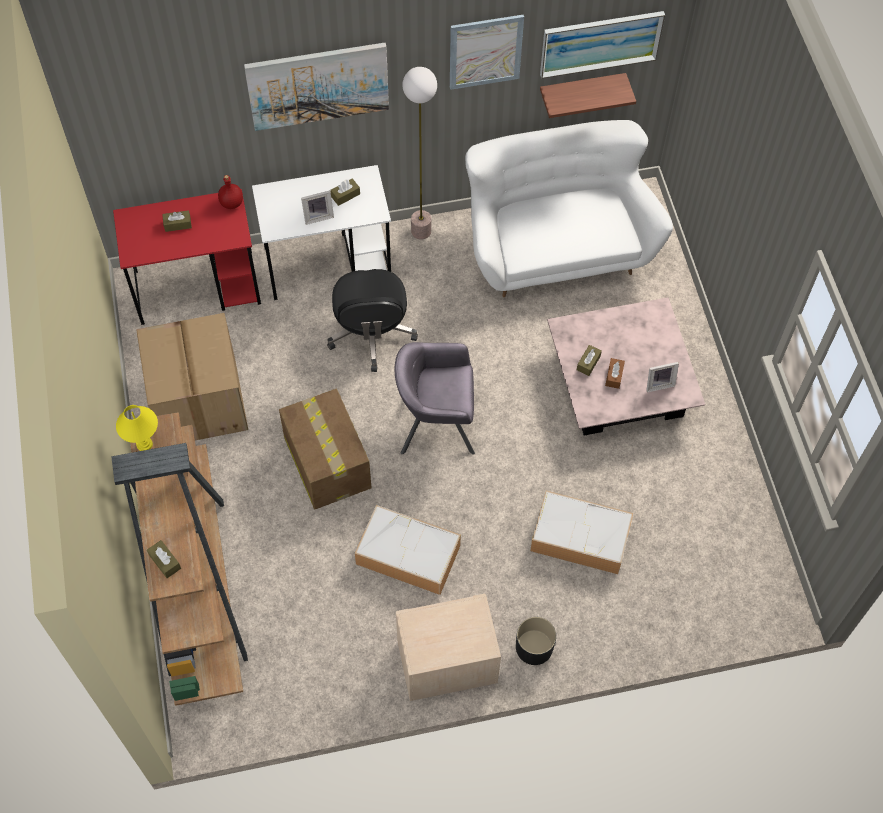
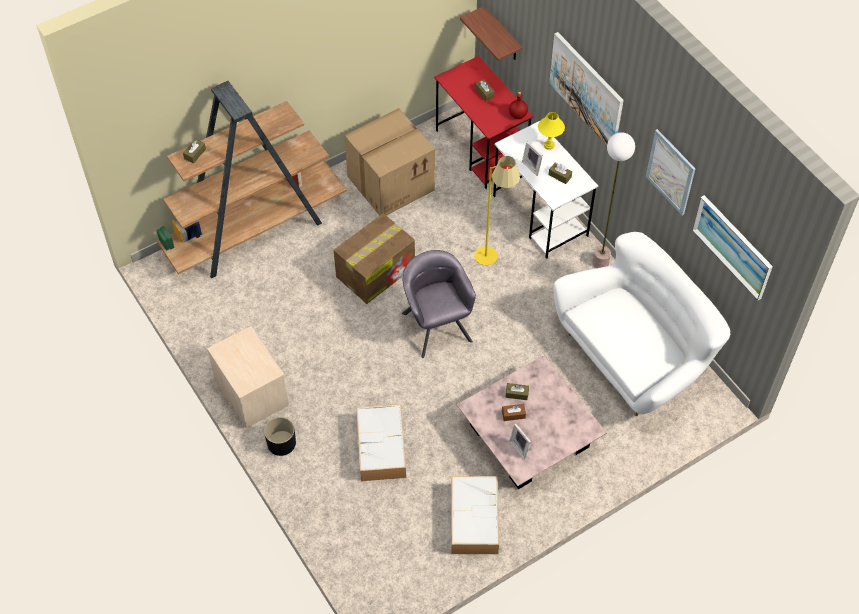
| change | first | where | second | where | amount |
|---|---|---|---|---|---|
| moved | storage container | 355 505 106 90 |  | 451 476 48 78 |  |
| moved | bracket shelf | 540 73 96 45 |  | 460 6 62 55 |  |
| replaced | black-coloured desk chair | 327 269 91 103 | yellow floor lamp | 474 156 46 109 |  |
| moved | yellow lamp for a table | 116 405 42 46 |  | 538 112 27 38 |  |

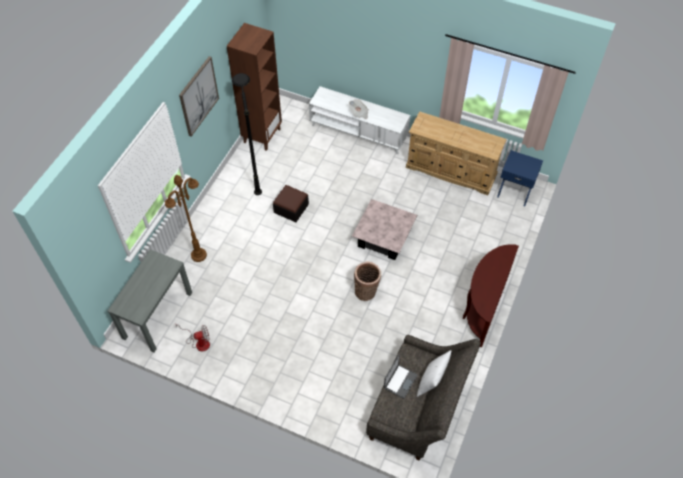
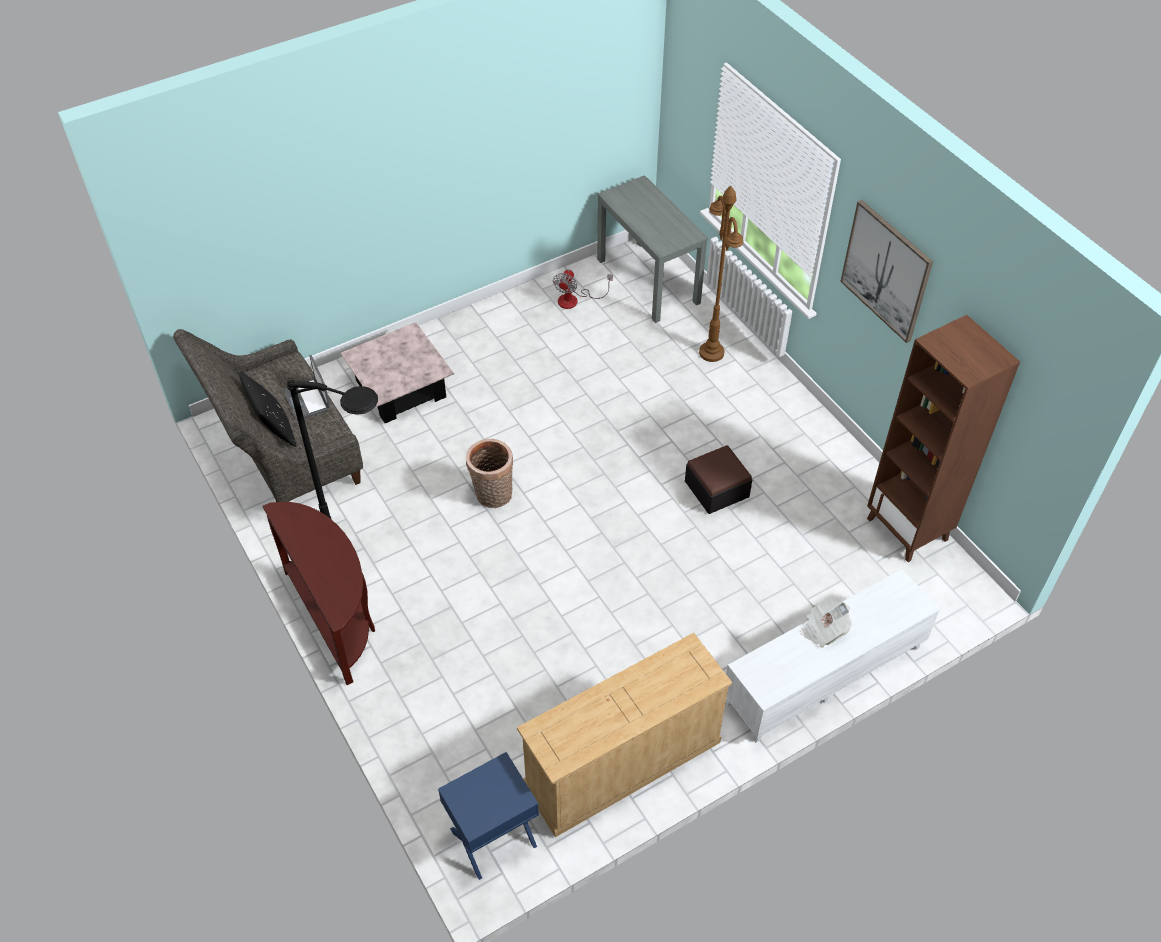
| change | first | where | second | where | amount |
|---|---|---|---|---|---|
| recoloured | whitish cushion | 417 350 34 47 | black-coloured cushion | 239 371 57 76 |  |
| moved | black-coloured floor lamp | 232 73 30 122 |  | 287 378 91 142 |  |
| moved | pink-coloured coffee table | 352 199 65 61 |  | 341 322 113 101 |  |

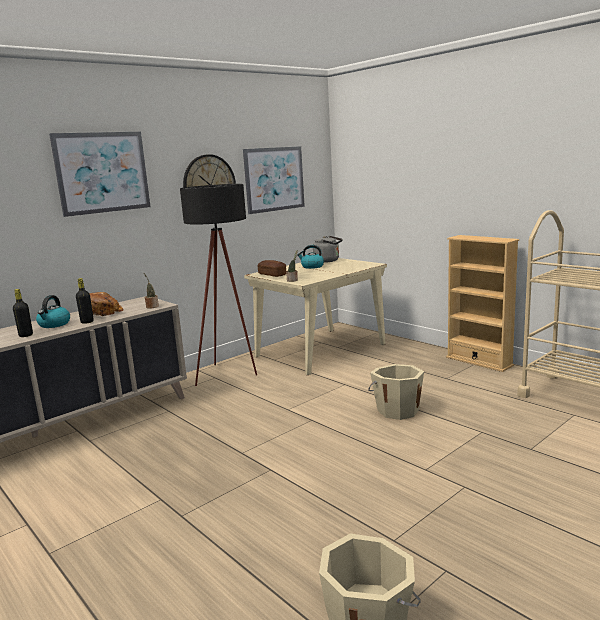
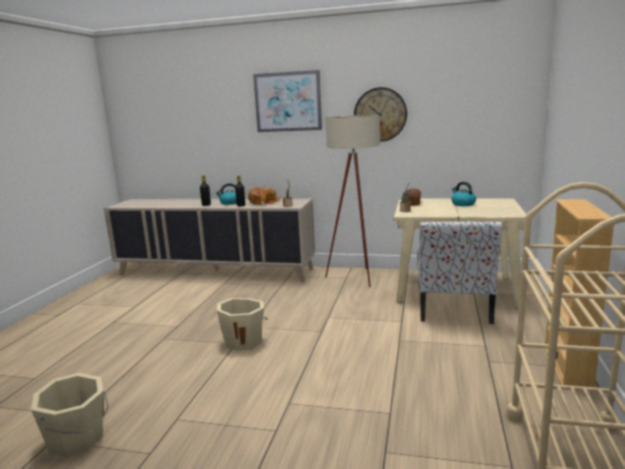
| change | first | where | second | where | amount |
|---|---|---|---|---|---|
| moved | sand-coloured bucket | 368 364 56 56 |  | 217 298 51 53 |  |
| recoloured | black-coloured floor lamp | 180 184 77 202 | sand-coloured floor lamp | 325 115 55 172 |  |
| added |  |  | plain chair | 417 222 85 102 |  |
| removed | wall art | 243 146 62 68 |  |  |  |
| removed | gray kettle | 313 236 30 27 |  |  |  |

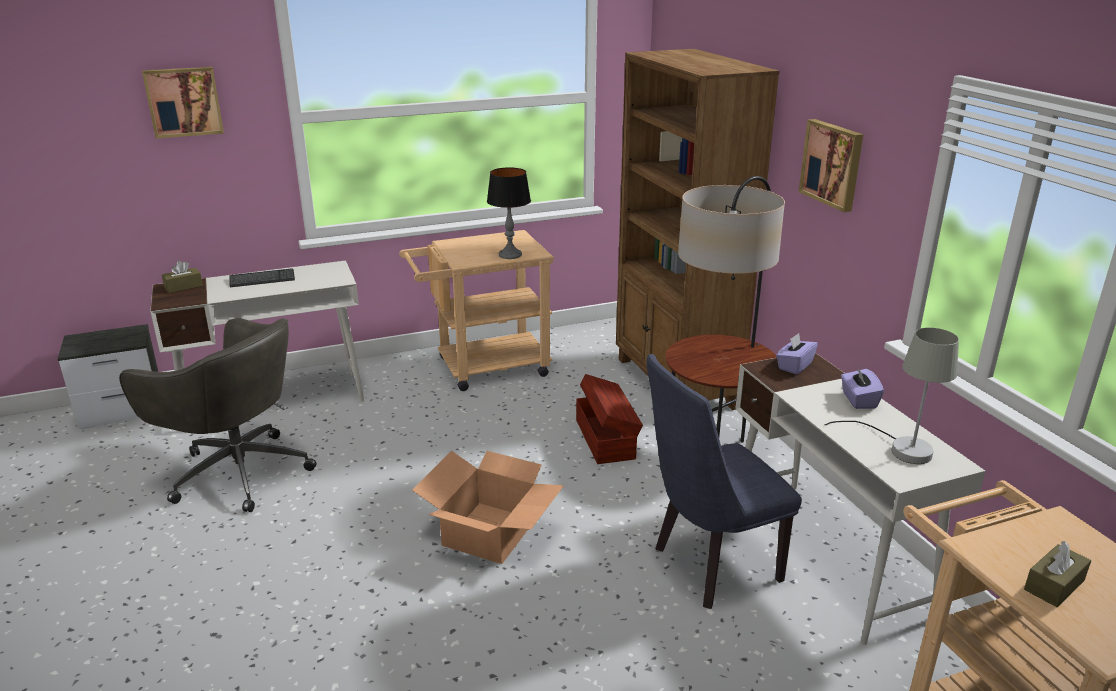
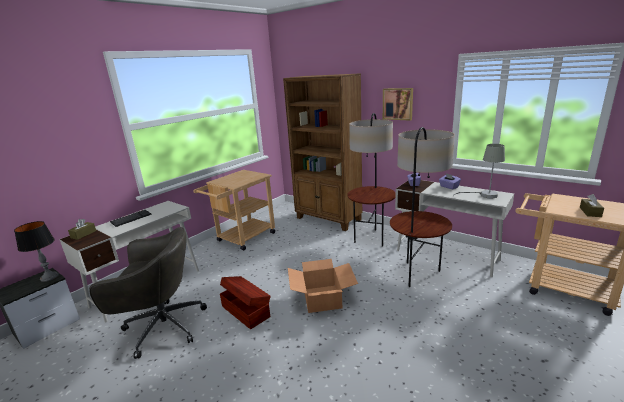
| change | first | where | second | where | amount |
|---|---|---|---|---|---|
| moved | lamp for a table | 487 167 44 92 |  | 14 221 45 61 |  |
| moved | brown-coloured storage container | 576 374 67 90 |  | 220 276 51 53 |  |
| replaced | bluish plain chair | 646 354 156 255 | floor lamp | 390 127 65 160 |  |
| removed | wall art | 142 67 82 72 |  |  |  |

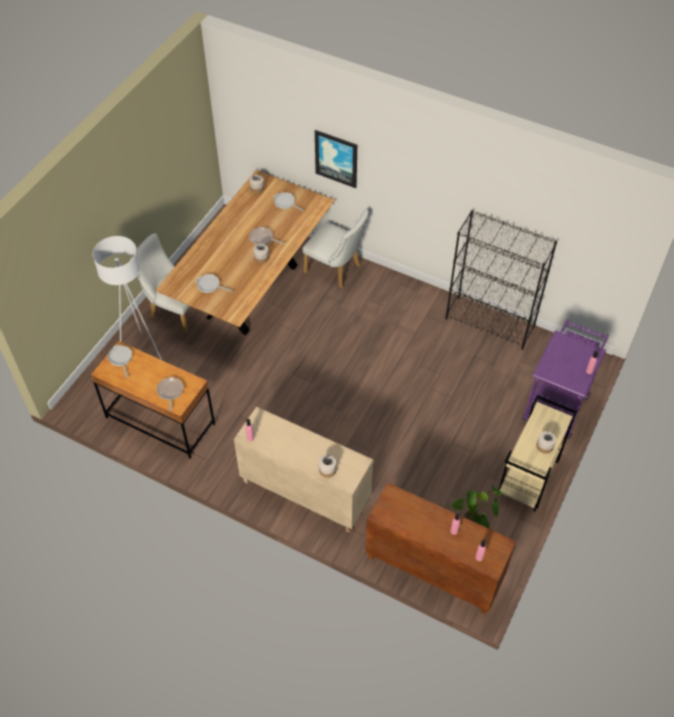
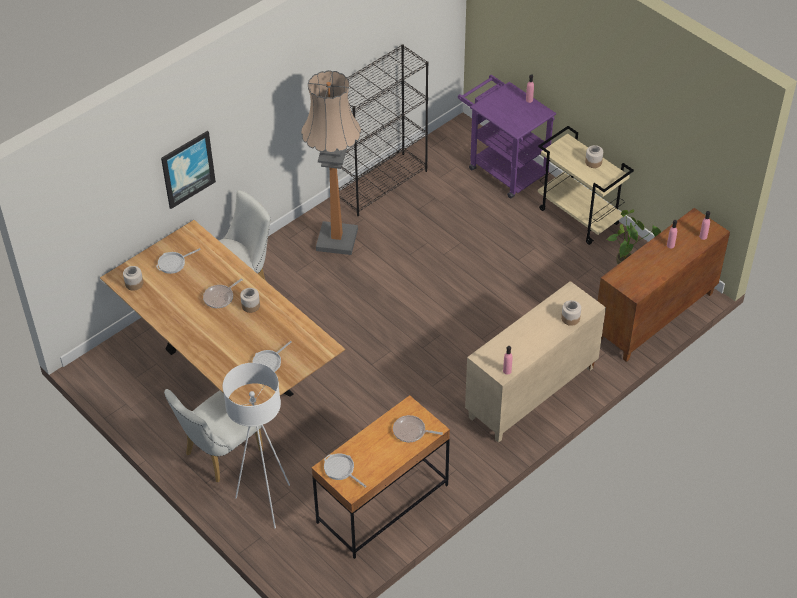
| change | first | where | second | where | amount |
|---|---|---|---|---|---|
| added |  |  | floor lamp | 301 70 60 185 |  |
| turned | skillet | 107 344 25 34 |  | 324 453 42 34 | 45 degrees clockwise |

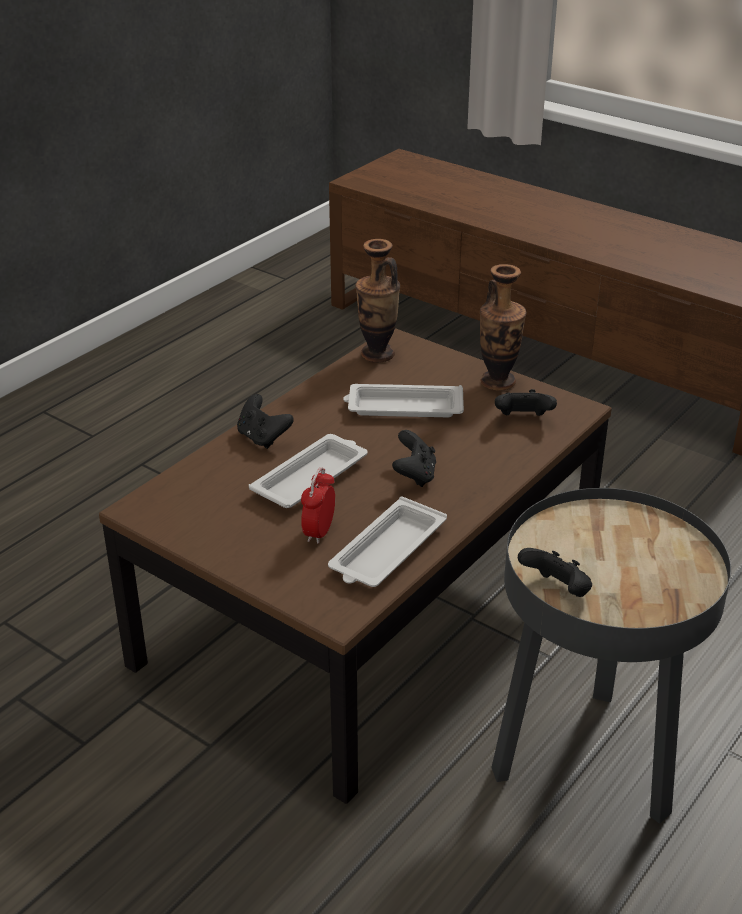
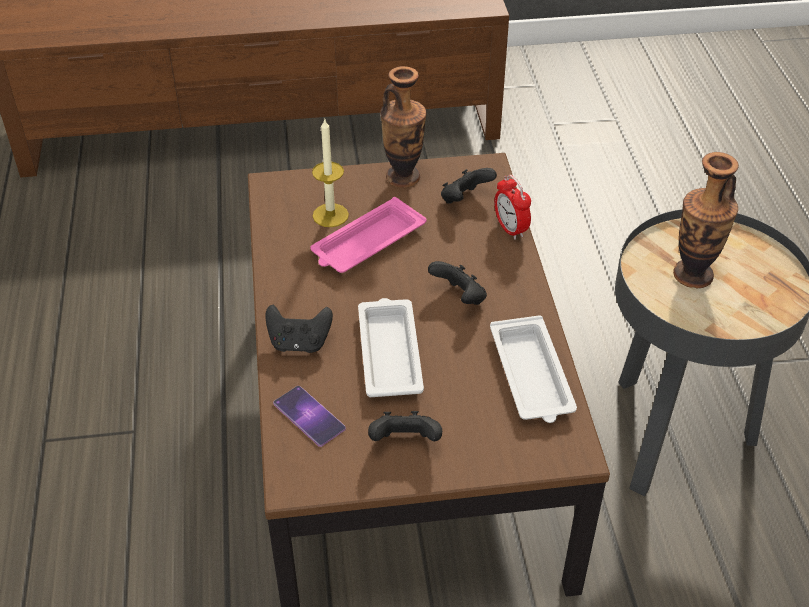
| change | first | where | second | where | amount |
|---|---|---|---|---|---|
| added |  |  | phone | 273 386 73 61 |  |
| recoloured | whitish serving tray | 343 384 121 33 | pink-coloured serving tray | 310 197 116 76 |  |
| added |  |  | wax light | 312 119 37 108 |  |
| moved | black-coloured gamepad | 518 548 74 49 |  | 368 411 74 30 |  |
| moved | alarm clock | 301 467 34 77 |  | 494 175 37 65 |  |
| moved | flower vase | 355 239 45 124 |  | 673 152 66 136 |  |

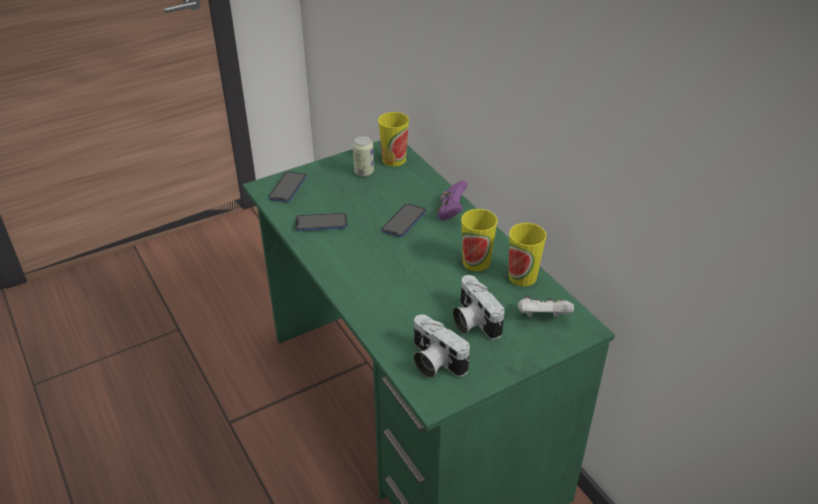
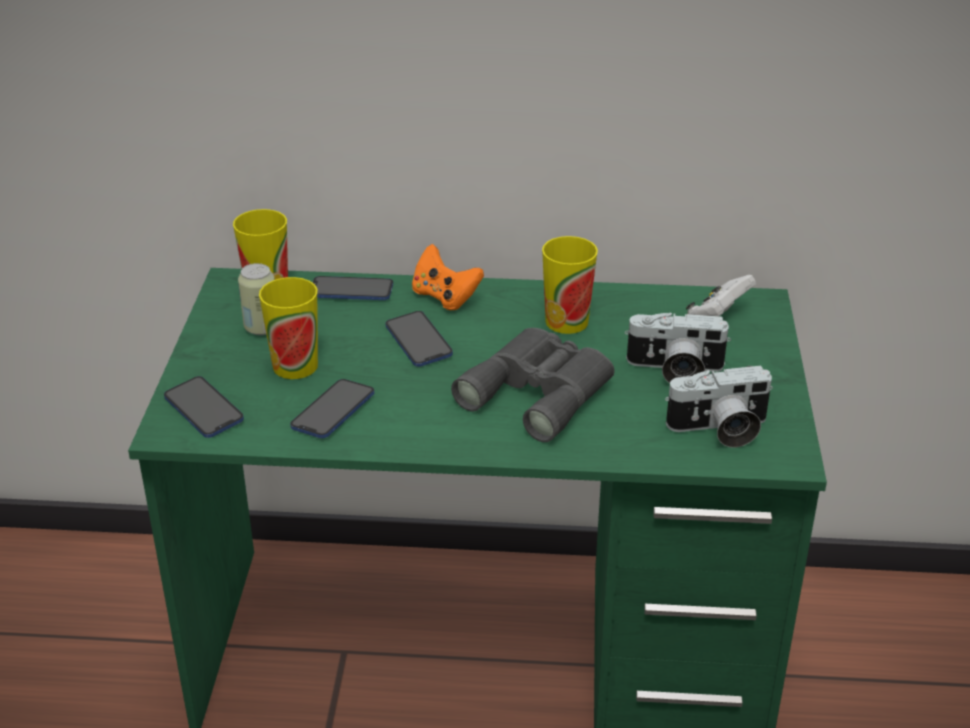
| change | first | where | second | where | amount |
|---|---|---|---|---|---|
| moved | cup | 509 223 38 63 |  | 259 277 59 102 |  |
| added |  |  | phone | 312 276 81 24 |  |
| recoloured | purple gamepad | 437 180 31 41 | orange-coloured gamepad | 412 244 72 66 |  |
| added |  |  | gray field glasses | 451 328 163 114 |  |

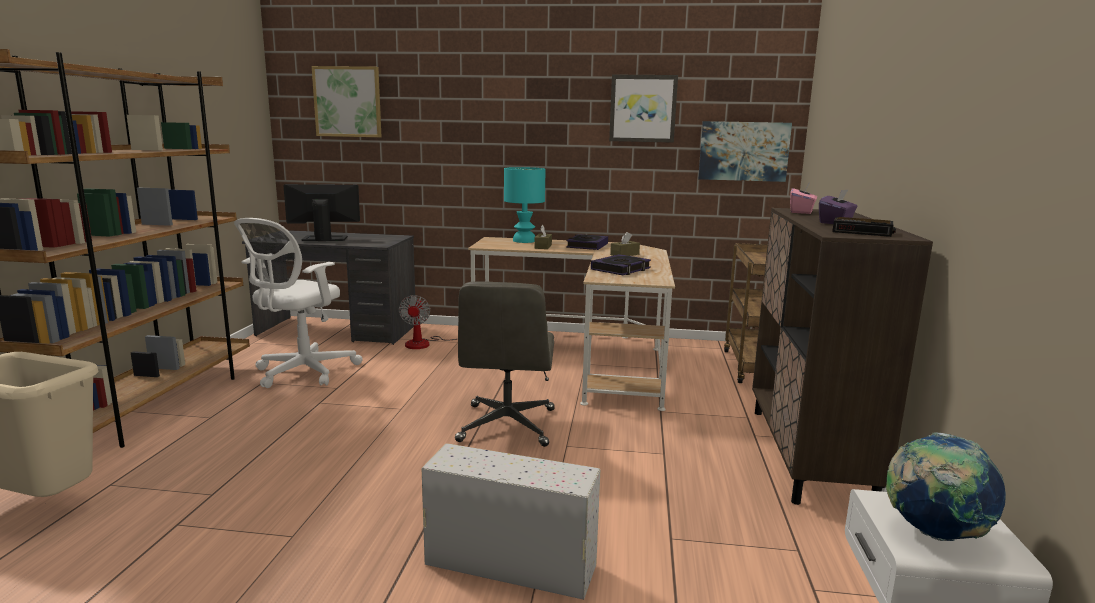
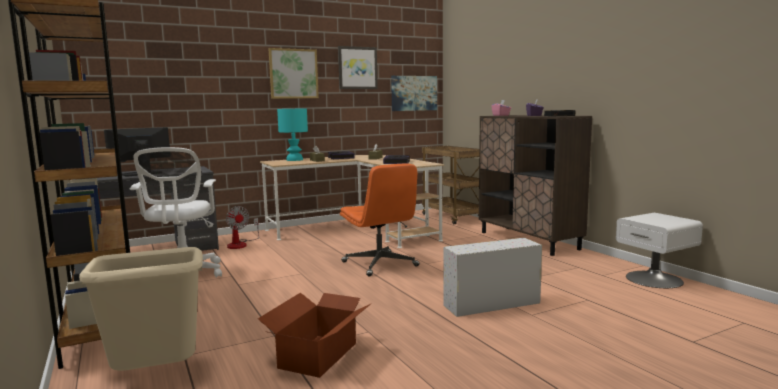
| change | first | where | second | where | amount |
|---|---|---|---|---|---|
| added |  |  | carton | 258 292 114 86 |  |
| moved | wall art | 312 66 70 71 |  | 268 48 51 51 |  |
| recoloured | gray desk chair | 455 281 100 166 | orange-coloured desk chair | 340 164 79 113 |  |
| removed | globe | 886 432 120 109 |  |  |  |

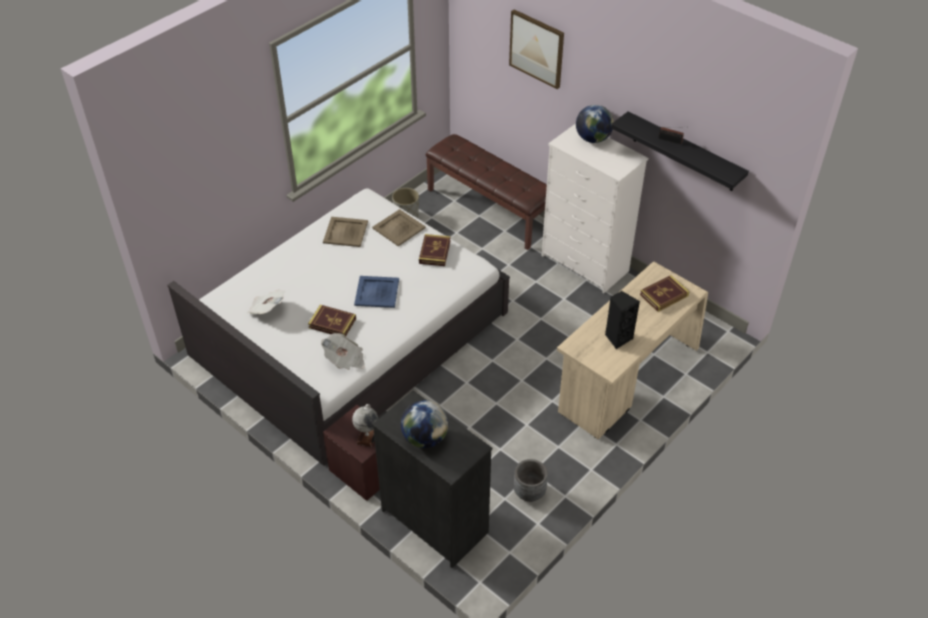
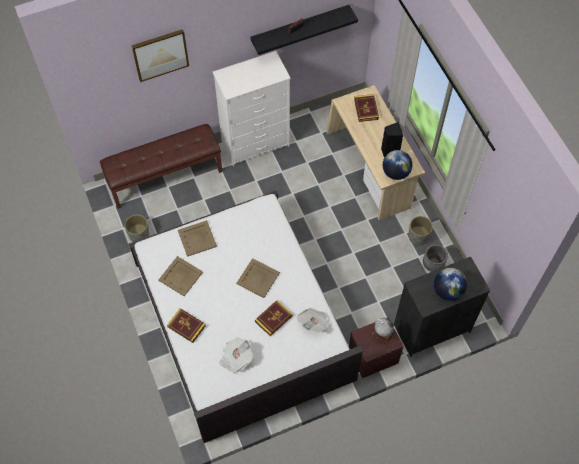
| change | first | where | second | where | amount |
|---|---|---|---|---|---|
| moved | volume | 419 234 32 32 |  | 167 308 39 35 |  |
| recoloured | bluish serving tray | 354 276 45 32 | sand-coloured serving tray | 236 258 44 40 |  |
| moved | globe | 576 105 38 38 |  | 383 150 30 30 |  |
| added |  |  | gray plant pot | 409 216 24 30 |  |

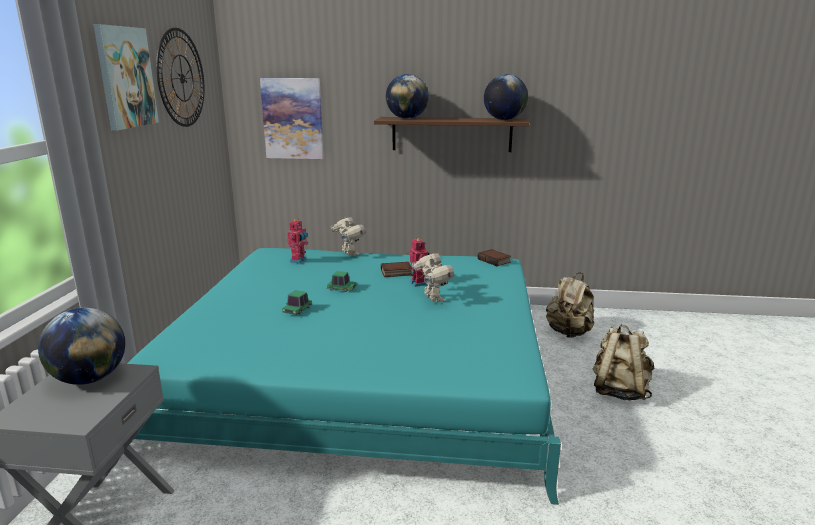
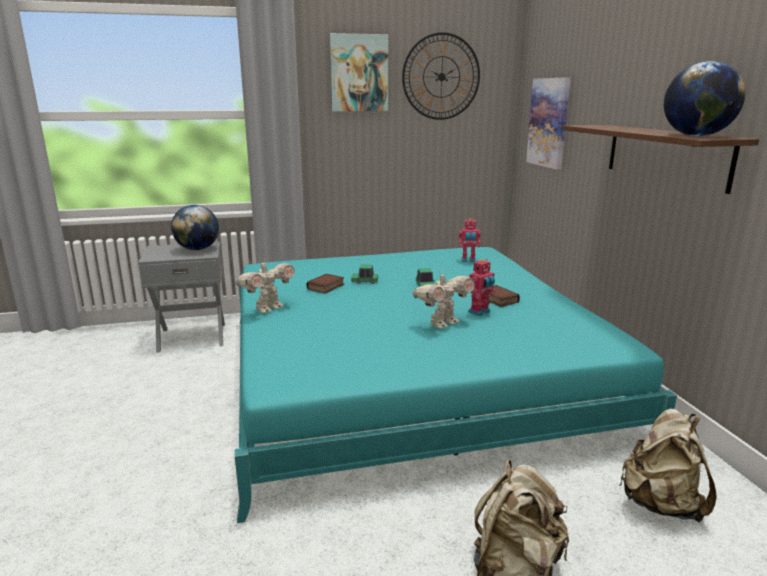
| change | first | where | second | where | amount |
|---|---|---|---|---|---|
| moved | model robot | 331 217 34 39 |  | 235 259 60 54 |  |
| moved | volume | 478 249 33 17 |  | 307 274 37 20 |  |
| removed | globe | 386 74 43 45 |  |  |  |

